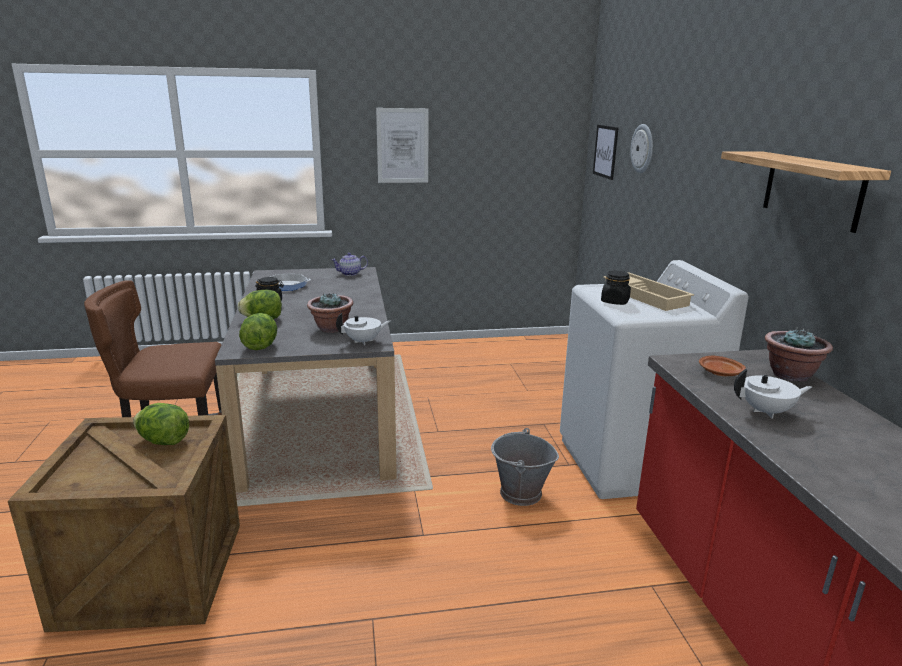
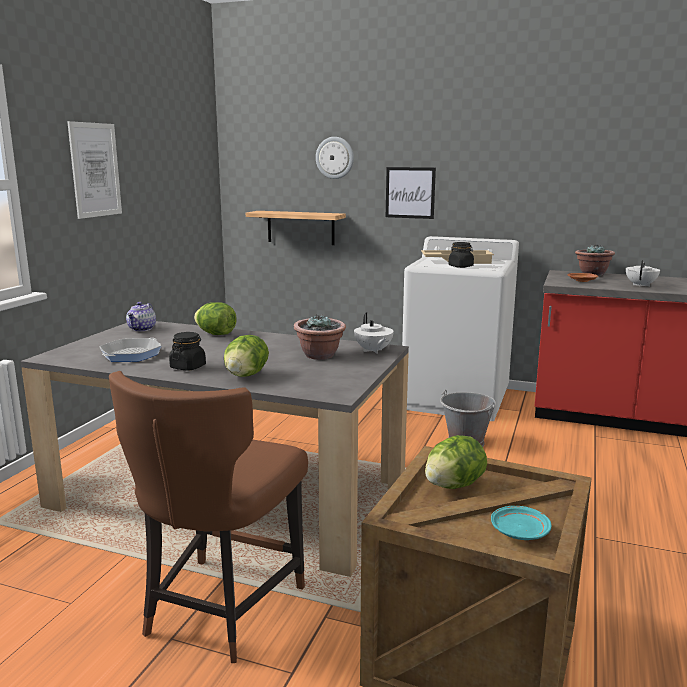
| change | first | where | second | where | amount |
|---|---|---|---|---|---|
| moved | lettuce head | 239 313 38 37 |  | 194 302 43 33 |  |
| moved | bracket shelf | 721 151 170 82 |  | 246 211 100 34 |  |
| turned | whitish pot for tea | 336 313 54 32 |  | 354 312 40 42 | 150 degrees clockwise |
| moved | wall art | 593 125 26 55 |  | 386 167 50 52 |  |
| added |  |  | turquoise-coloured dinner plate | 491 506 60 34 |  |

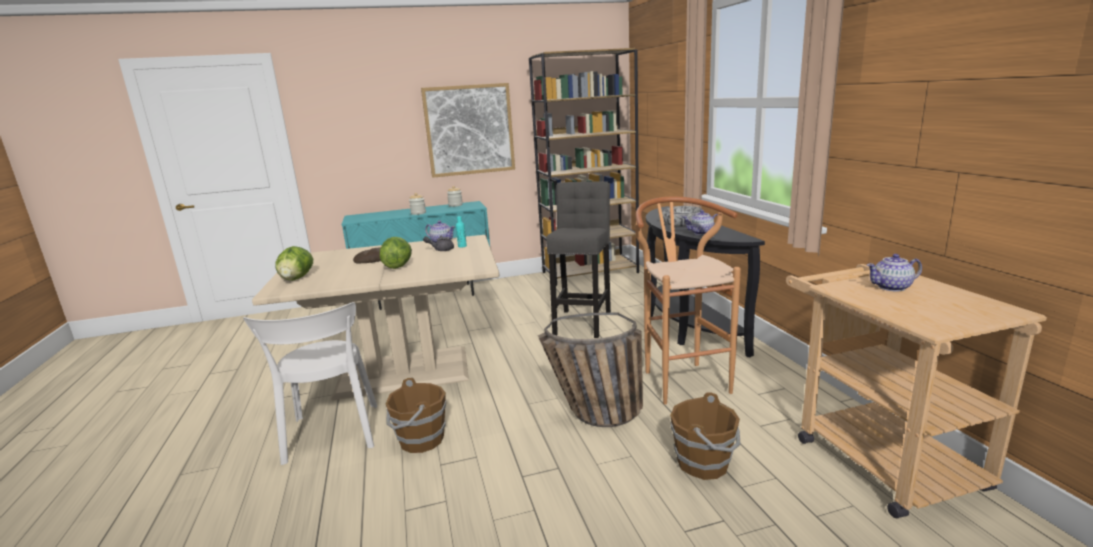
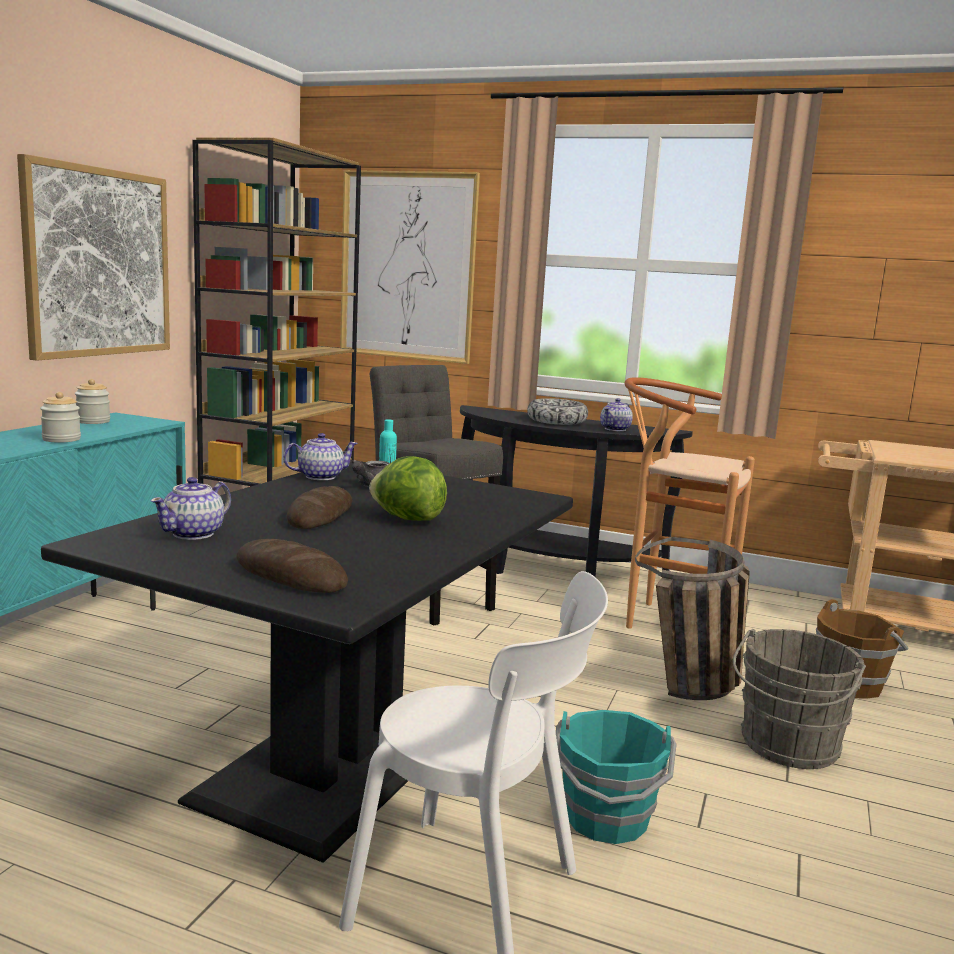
| change | first | where | second | where | amount |
|---|---|---|---|---|---|
| recoloured | sand-coloured dinner table | 252 235 248 166 | black-coloured dinner table | 41 460 532 403 |  |
| moved | pot for tea | 867 254 55 37 |  | 151 477 80 63 |  |
| replaced | lettuce head | 275 246 38 35 | bakery bread | 237 539 111 54 |  |
| added |  |  | wall art | 340 170 140 194 |  |
| recoloured | brown-coloured bucket | 385 377 61 76 | turquoise-coloured bucket | 556 710 121 134 |  |
| added |  |  | gray bucket | 733 629 133 140 |  |

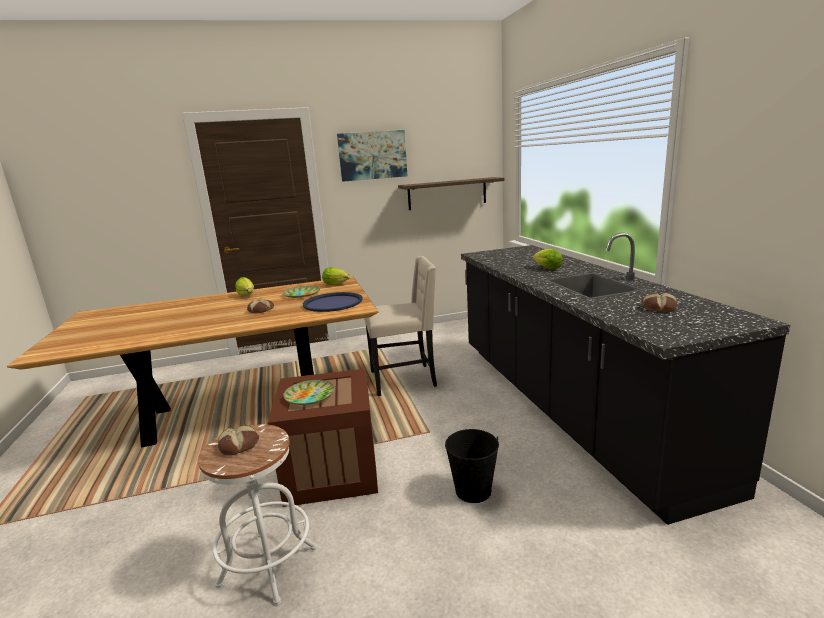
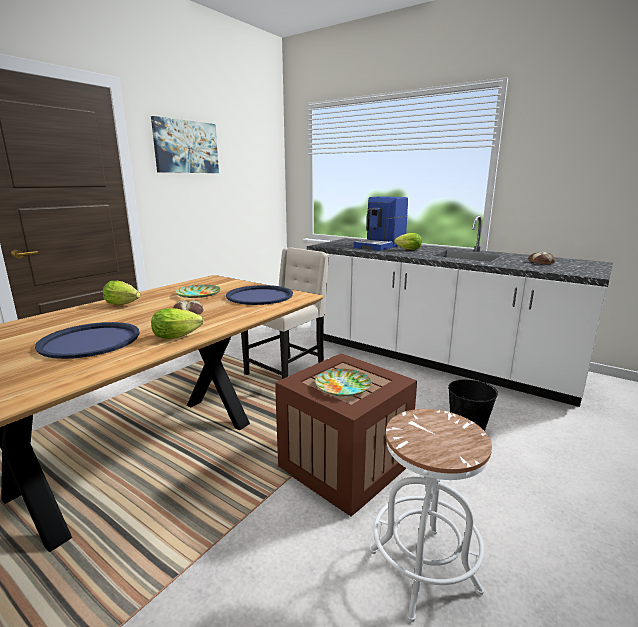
| change | first | where | second | where | amount |
|---|---|---|---|---|---|
| added |  |  | bluish serving tray | 35 322 105 37 |  |
| moved | lettuce head | 322 267 28 18 |  | 151 308 53 31 |  |
| recoloured | black-coloured kitchen base unit | 461 233 329 292 | whitish kitchen base unit | 307 216 306 191 |  |
| added |  |  | coffee machine | 354 196 54 55 |  |
| removed | bakery bread | 218 425 41 31 |  |  |  |
| removed | bracket shelf | 398 177 106 33 |  |  |  |

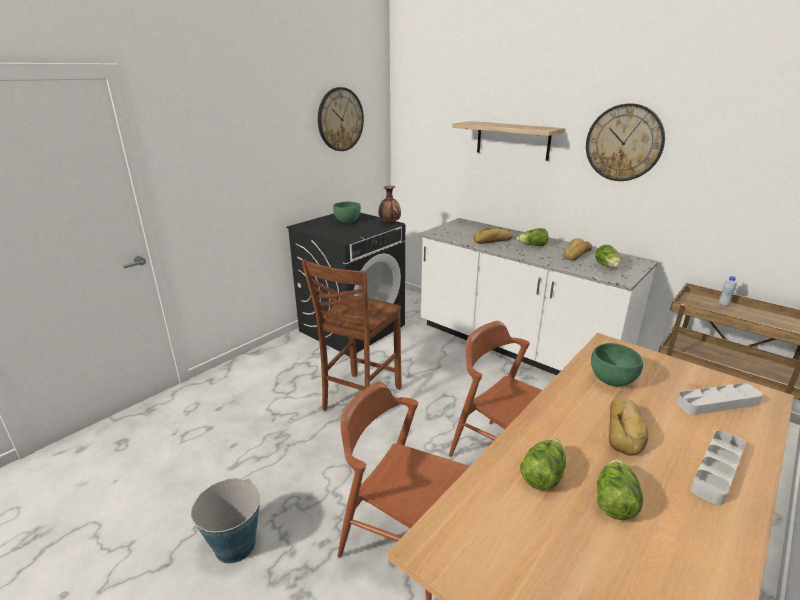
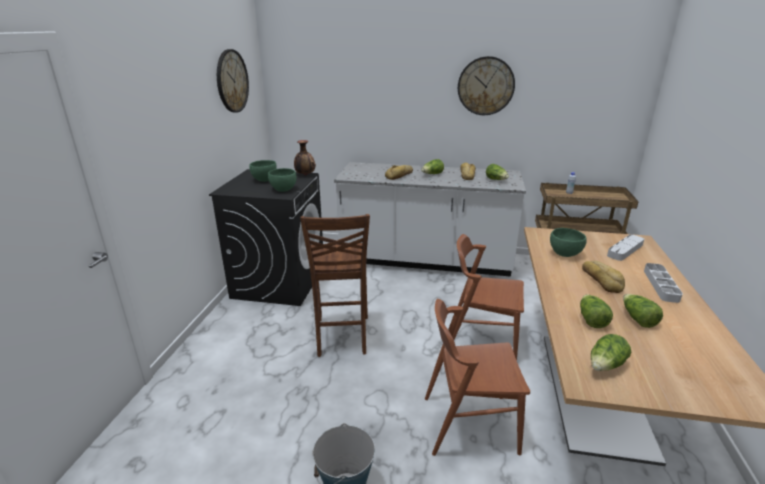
| change | first | where | second | where | amount |
|---|---|---|---|---|---|
| added |  |  | green serving bowl | 268 168 29 24 |  |
| added |  |  | lettuce head | 591 334 40 37 |  |
| removed | bracket shelf | 452 121 112 40 |  |  |  |

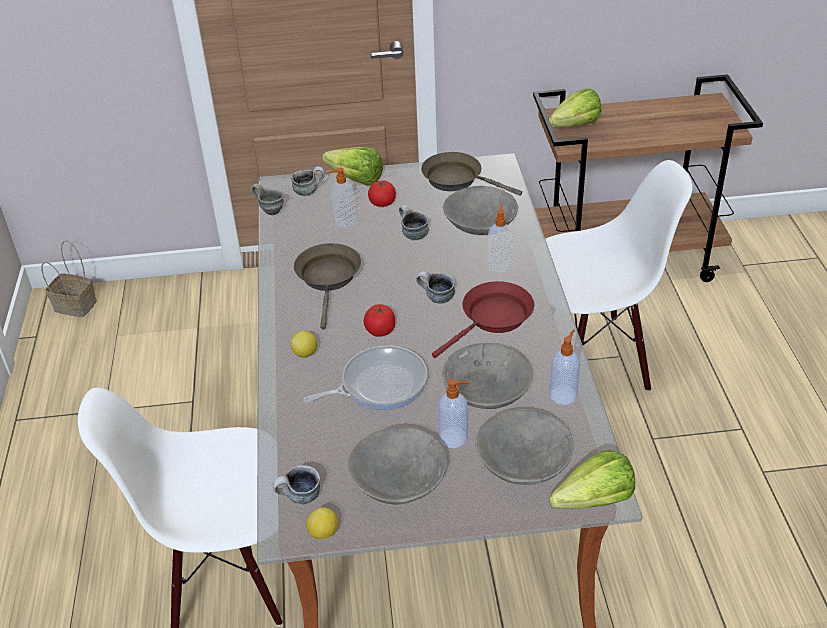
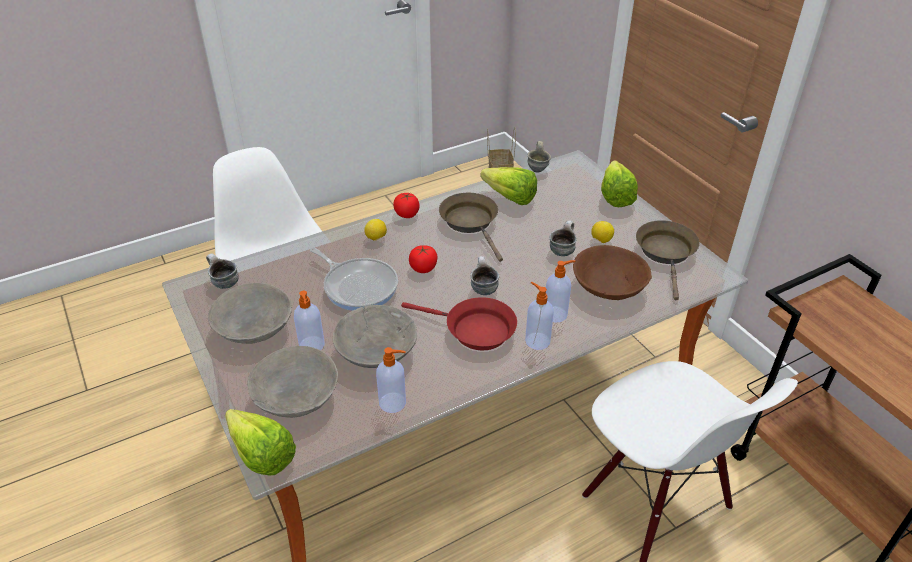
| change | first | where | second | where | amount |
|---|---|---|---|---|---|
| moved | fresh tomato | 368 181 28 26 |  | 393 193 27 25 |  |
| turned | brown-coloured skillet | 294 243 67 87 |  | 439 193 64 69 | 90 degrees counterclockwise |
| moved | lettuce head | 548 89 53 38 |  | 480 167 57 38 |  |
| moved | liquid soap bottle | 327 168 29 60 |  | 525 282 29 68 |  |
| recoloured | gray serving bowl | 443 186 75 49 | brown-coloured serving bowl | 573 245 79 55 |  |
| moved | whole lemon | 306 507 32 33 |  | 591 221 23 22 |  |
| removed | tea mug | 291 166 34 30 |  |  |  |

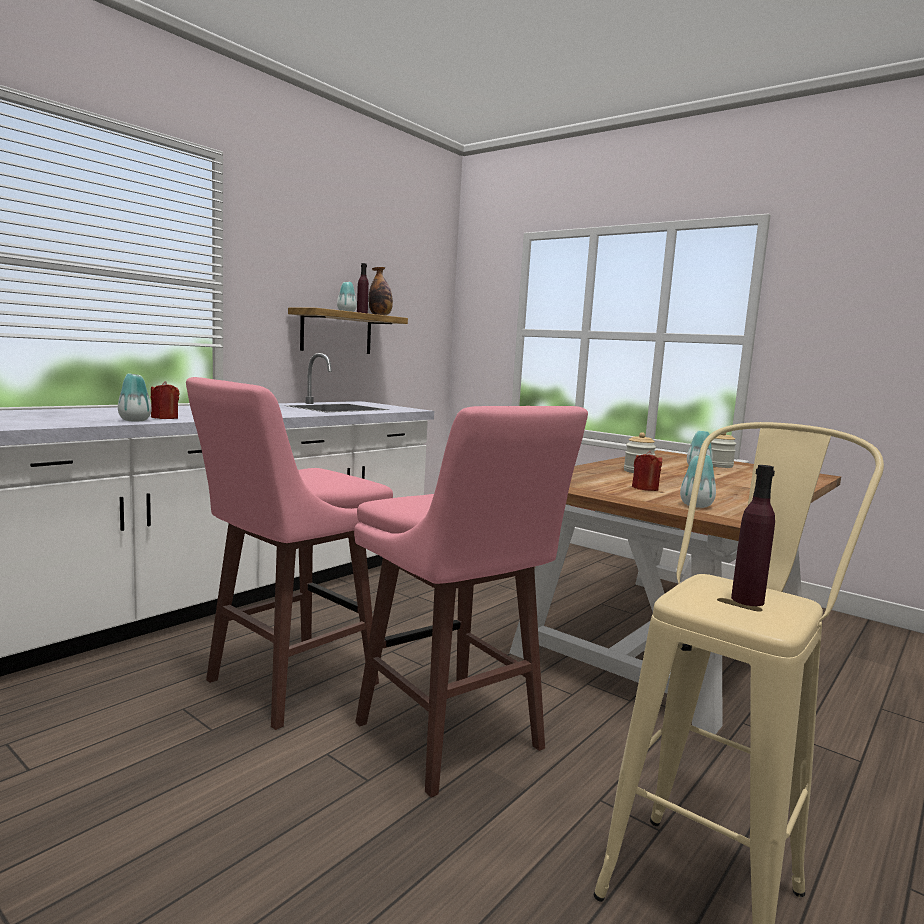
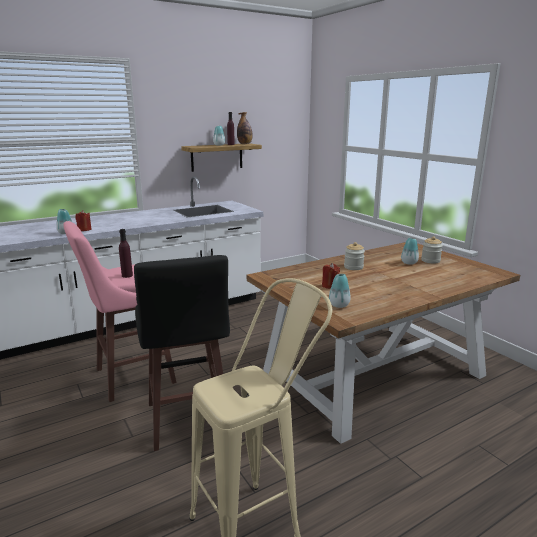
| change | first | where | second | where | amount |
|---|---|---|---|---|---|
| moved | purple drink bottle | 731 465 44 141 |  | 119 229 14 49 |  |
| recoloured | pink-coloured stool seat | 354 406 234 392 | black-coloured stool seat | 134 255 96 196 |  |

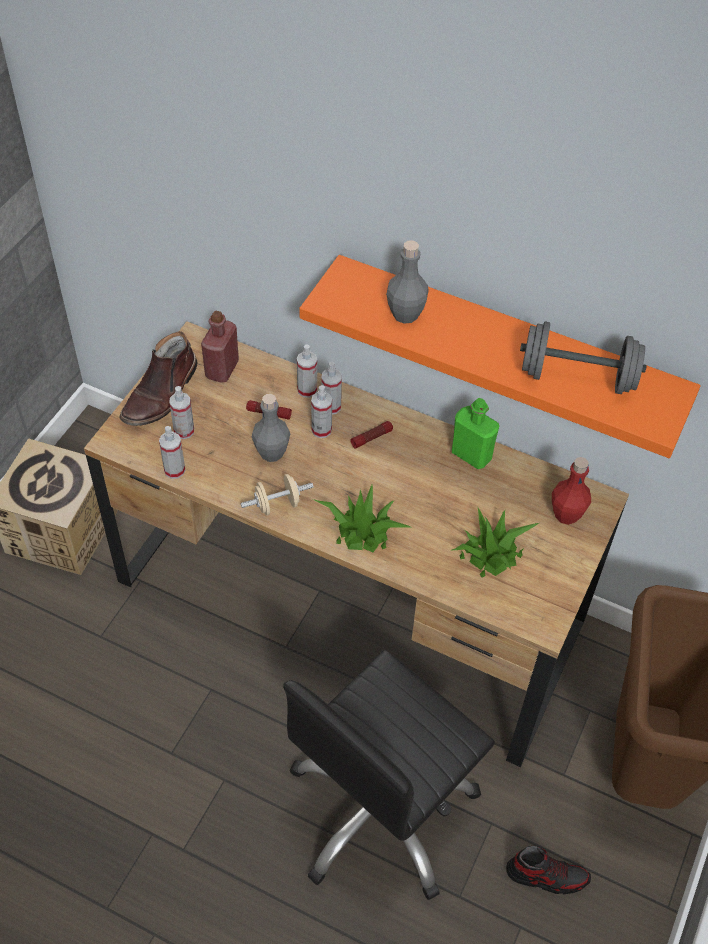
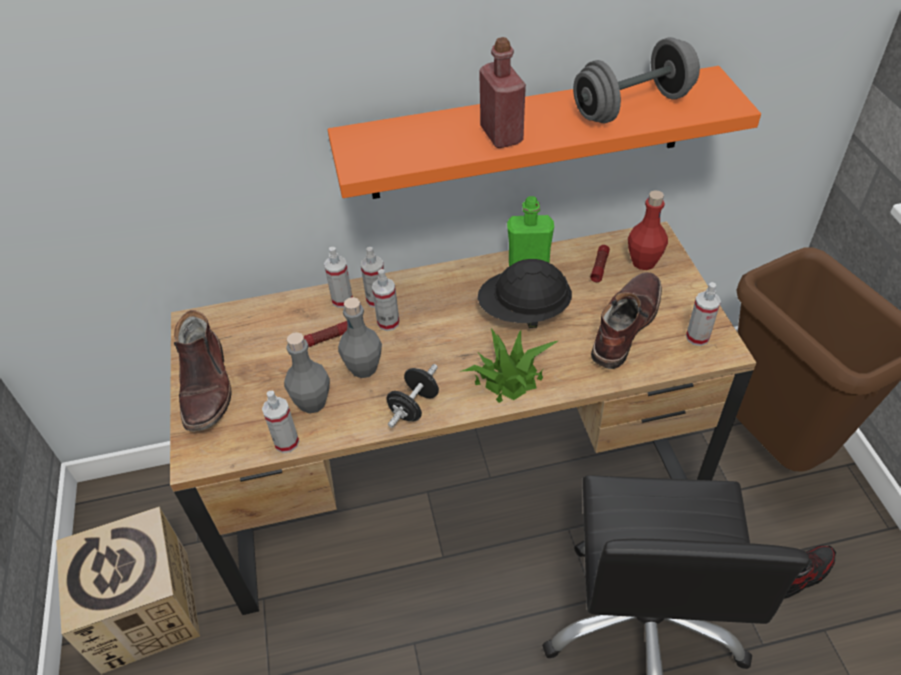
| change | first | where | second | where | amount |
|---|---|---|---|---|---|
| moved | gray drink bottle | 386 240 43 84 |  | 284 332 46 82 |  |
| recoloured | sand-coloured free weight | 241 474 72 41 | black-coloured free weight | 386 364 53 64 |  |
| added |  |  | black-coloured work helmet | 478 259 94 69 |  |
| moved | reddish drink bottle | 201 311 38 72 |  | 479 37 47 111 |  |
| moved | hand torch | 350 421 43 28 |  | 591 245 19 37 |  |
| replaced | potted plant | 452 506 87 72 | brown-coloured tall boot | 591 272 71 97 |  |
| moved | spray bottle | 169 386 25 53 |  | 686 282 35 64 |  |

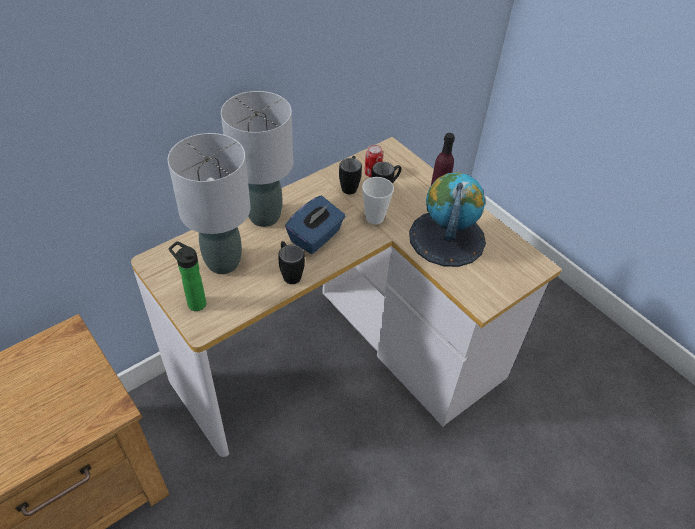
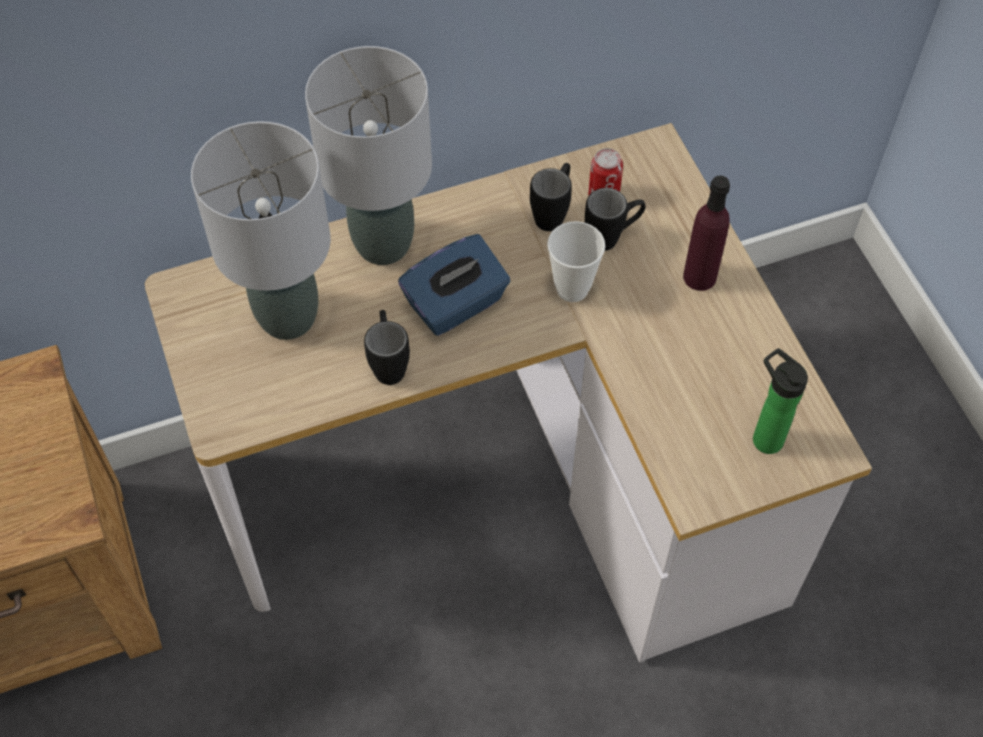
| change | first | where | second | where | amount |
|---|---|---|---|---|---|
| moved | drink bottle | 168 241 38 70 |  | 753 348 55 106 |  |
| removed | globe | 409 172 77 95 |  |  |  |

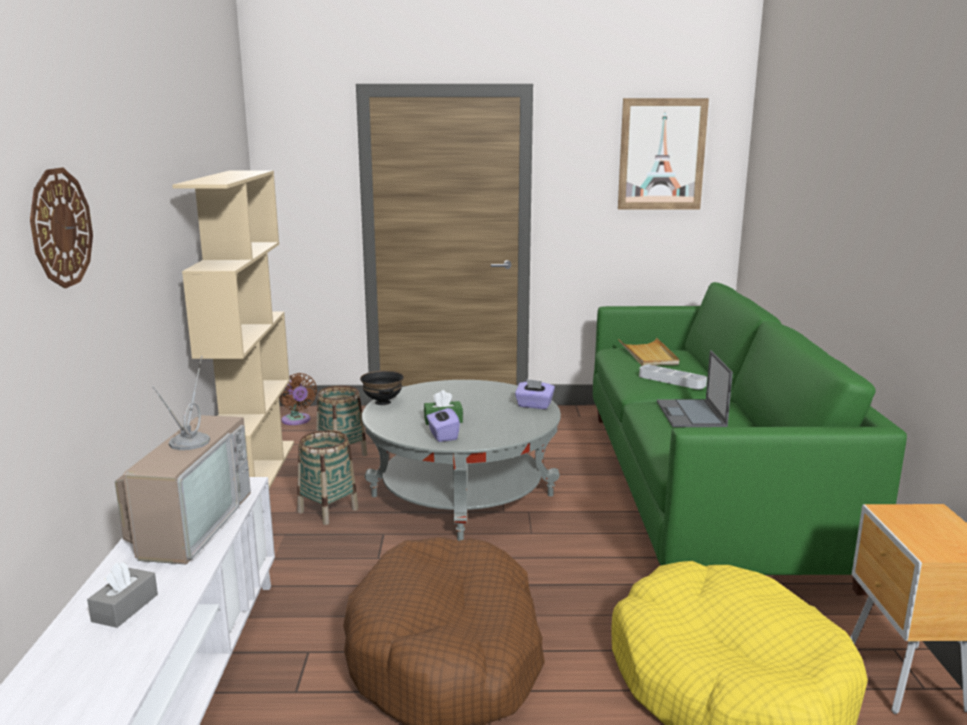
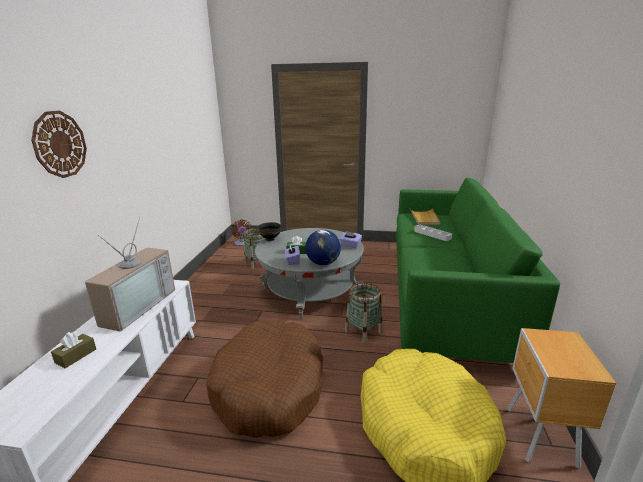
| change | first | where | second | where | amount |
|---|---|---|---|---|---|
| recoloured | gray tissue box | 87 562 71 66 | brown-coloured tissue box | 51 332 45 36 |  |
| added |  |  | globe | 305 230 36 35 |  |
| moved | storage basket | 297 430 61 95 |  | 345 283 37 60 |  |
| removed | sand-coloured shelving unit | 172 170 122 319 |  |  |  |
| removed | wall art | 618 98 91 112 |  |  |  |
| removed | portable computer | 657 351 76 76 |  |  |  |

